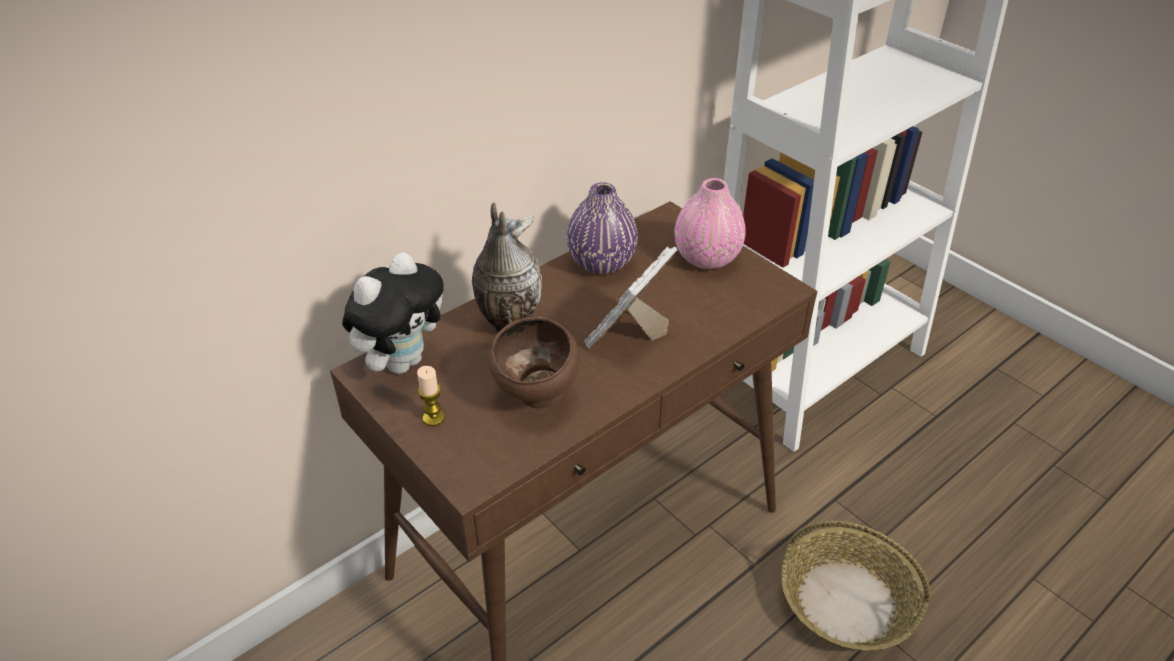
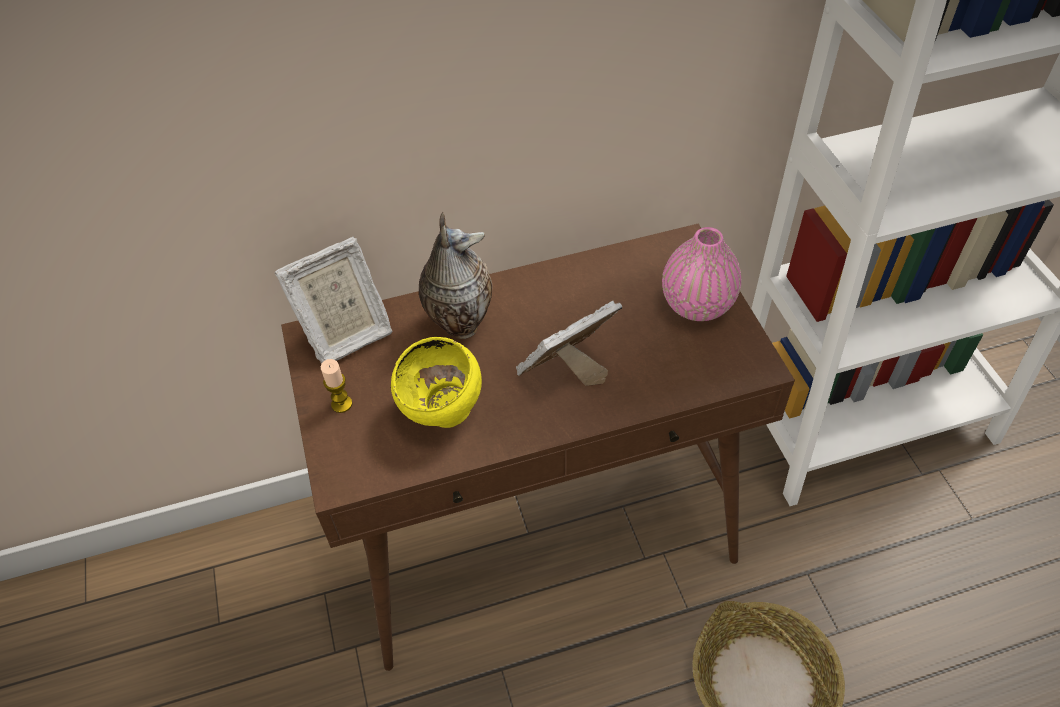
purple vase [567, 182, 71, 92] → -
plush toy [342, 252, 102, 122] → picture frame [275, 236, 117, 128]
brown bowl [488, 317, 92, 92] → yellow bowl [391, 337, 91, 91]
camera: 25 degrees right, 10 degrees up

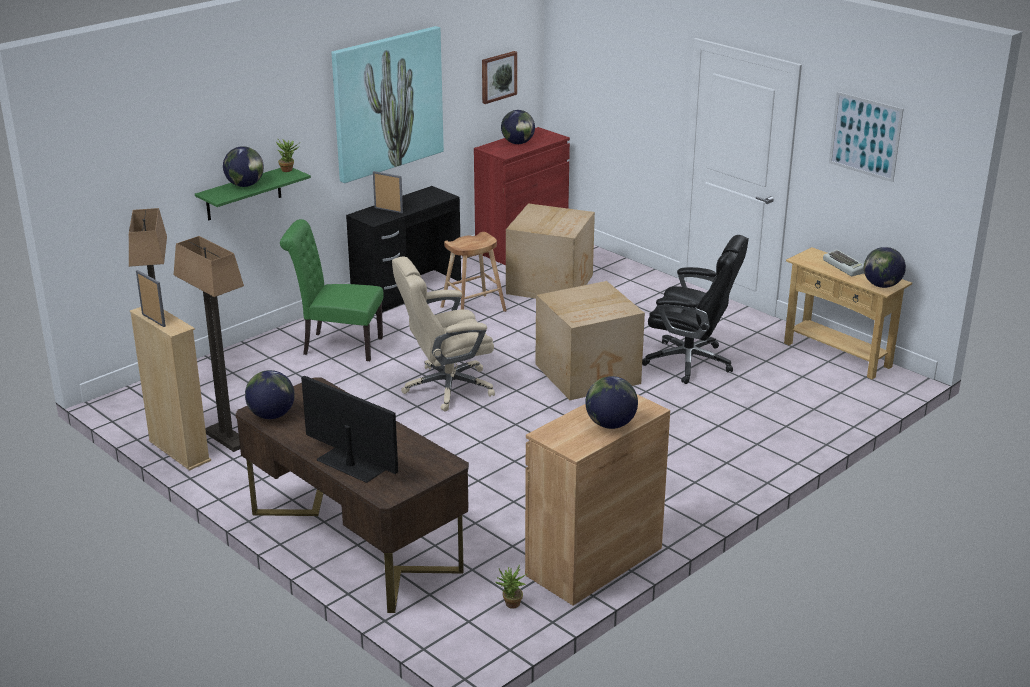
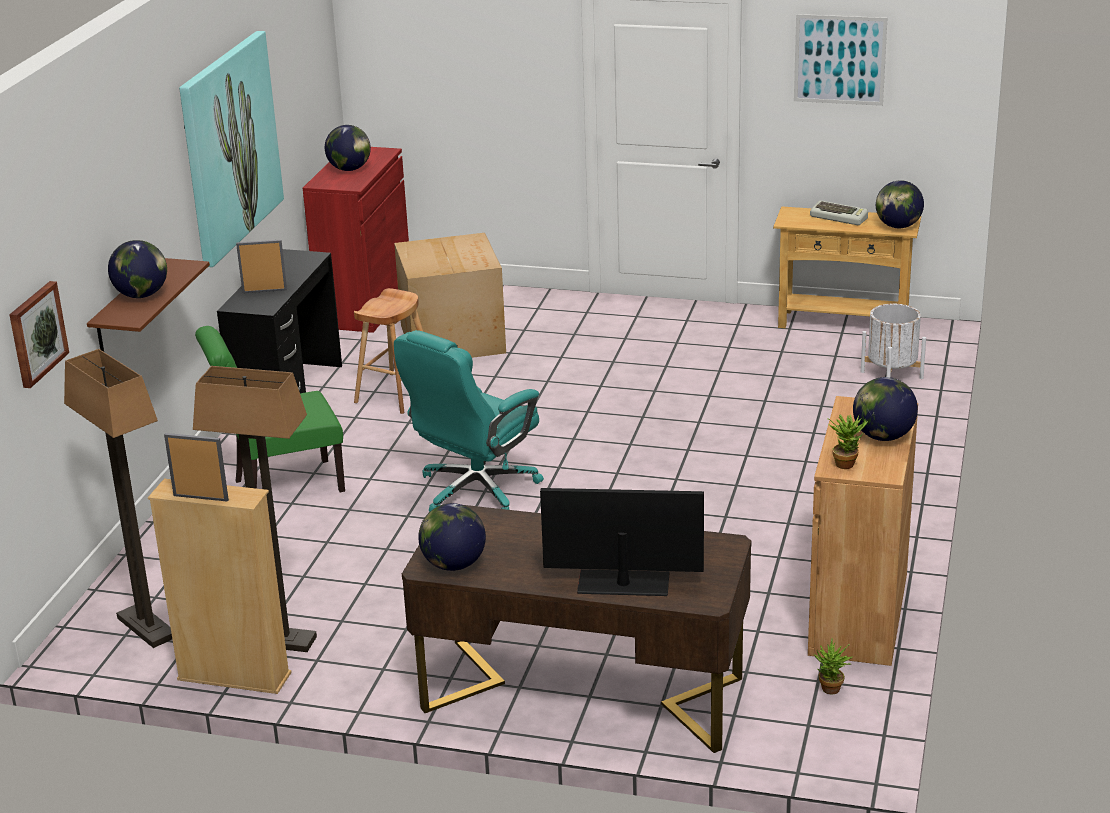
picture [482, 51, 35, 53] → picture [9, 281, 60, 107], relocated
potted plant [275, 139, 25, 33] → potted plant [827, 414, 41, 55], relocated
green shelf [195, 168, 116, 52] → brown shelf [87, 258, 123, 94]
black office chair [642, 235, 107, 149] → -
beige office chair [392, 257, 103, 155] → turquoise office chair [394, 330, 150, 182]
cardboard box [535, 281, 110, 119] → -
- → white planter [861, 304, 65, 75]
camera: 30 degrees left, 0 degrees up

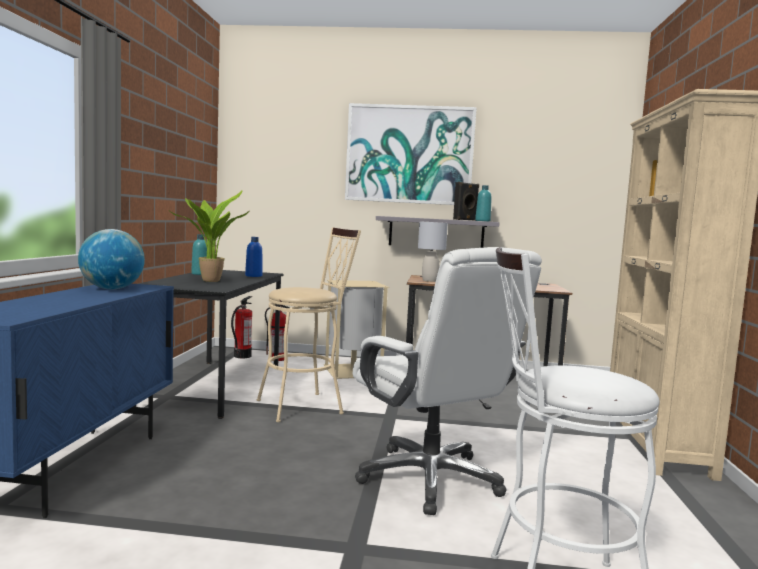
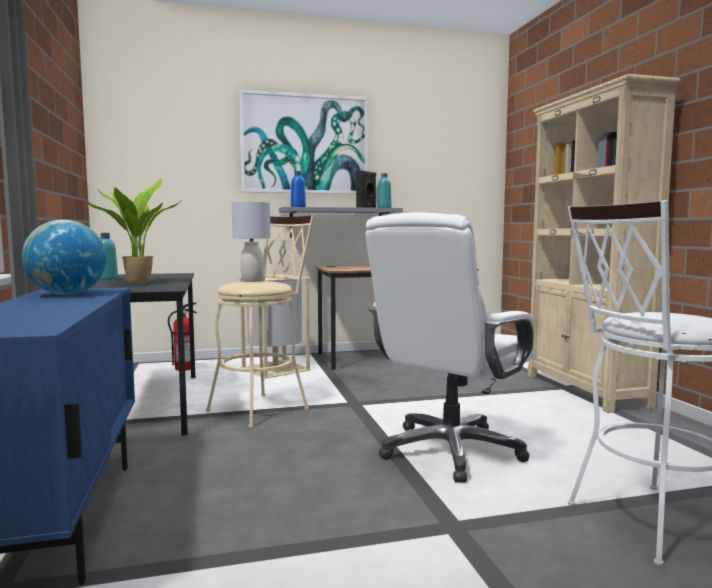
grey table lamp [418, 221, 30, 61] → grey table lamp [232, 202, 39, 80], relocated
blue bottle [245, 237, 18, 40] → blue bottle [291, 171, 15, 36], relocated
white office chair [353, 247, 189, 268] → white office chair [365, 212, 169, 270], 90 degrees clockwise
fire extinguisher [231, 296, 22, 62] → -
camera: 20 degrees left, 0 degrees up

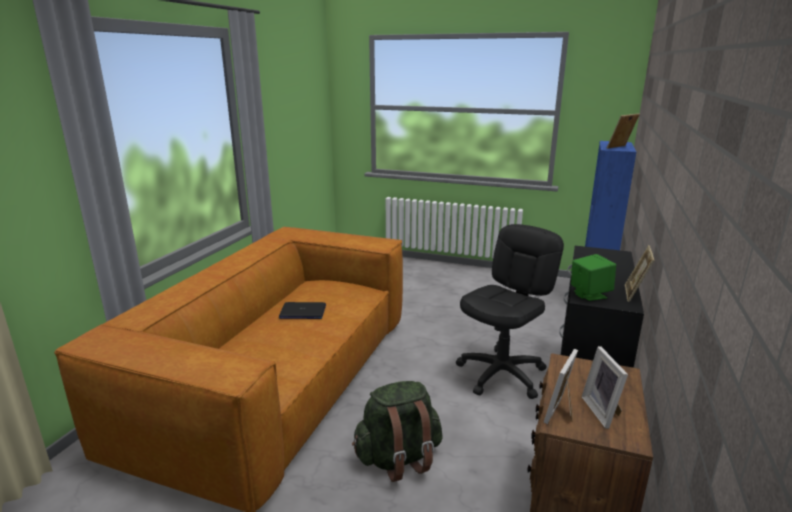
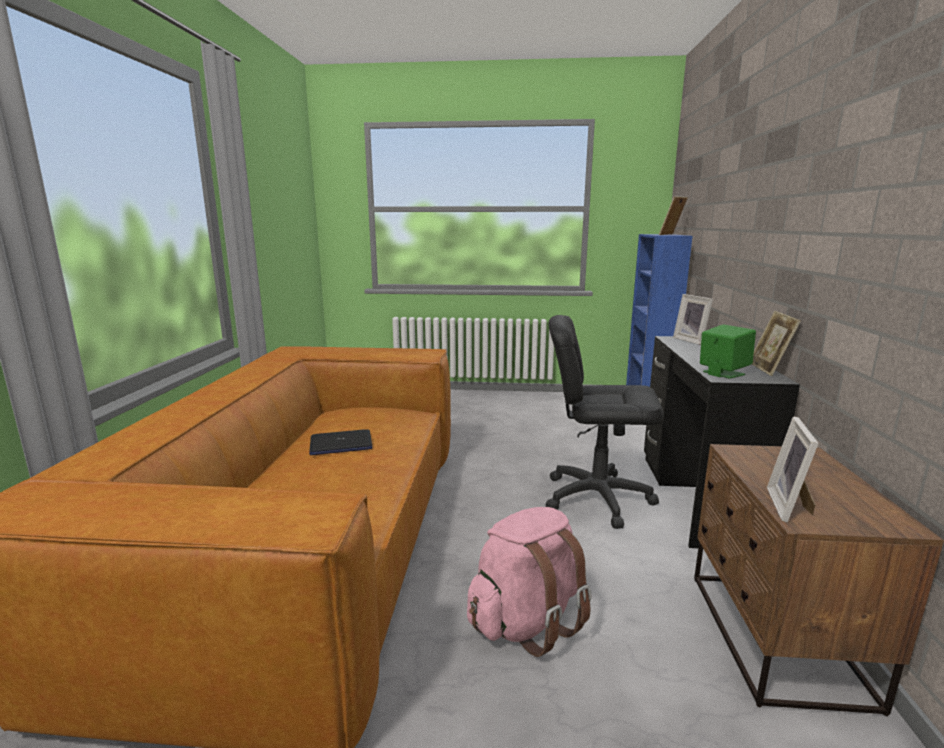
black office chair [456, 224, 108, 175] → black office chair [546, 315, 118, 214], 105 degrees counterclockwise
picture frame [582, 346, 46, 83] → picture frame [673, 294, 40, 51], relocated
green backpack [352, 381, 91, 101] → pink backpack [467, 507, 124, 150]
camera: 15 degrees left, 5 degrees down

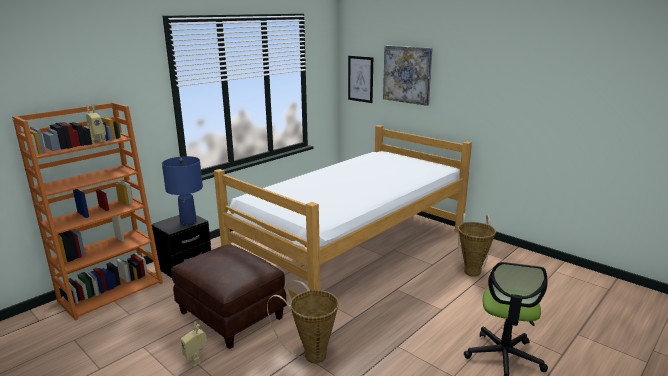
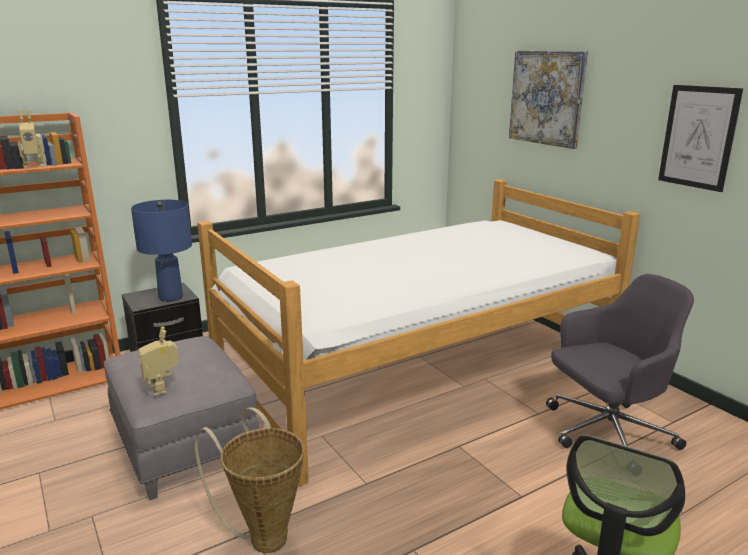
picture [348, 56, 25, 47] → picture [658, 85, 85, 107], relocated
basket [458, 213, 38, 64] → grey office chair [546, 274, 148, 176]
brown ottoman [171, 244, 116, 105] → grey ottoman [104, 336, 156, 165]
toy robot [181, 322, 26, 45] → toy robot [138, 327, 41, 69], relocated
camera: 15 degrees right, 0 degrees up

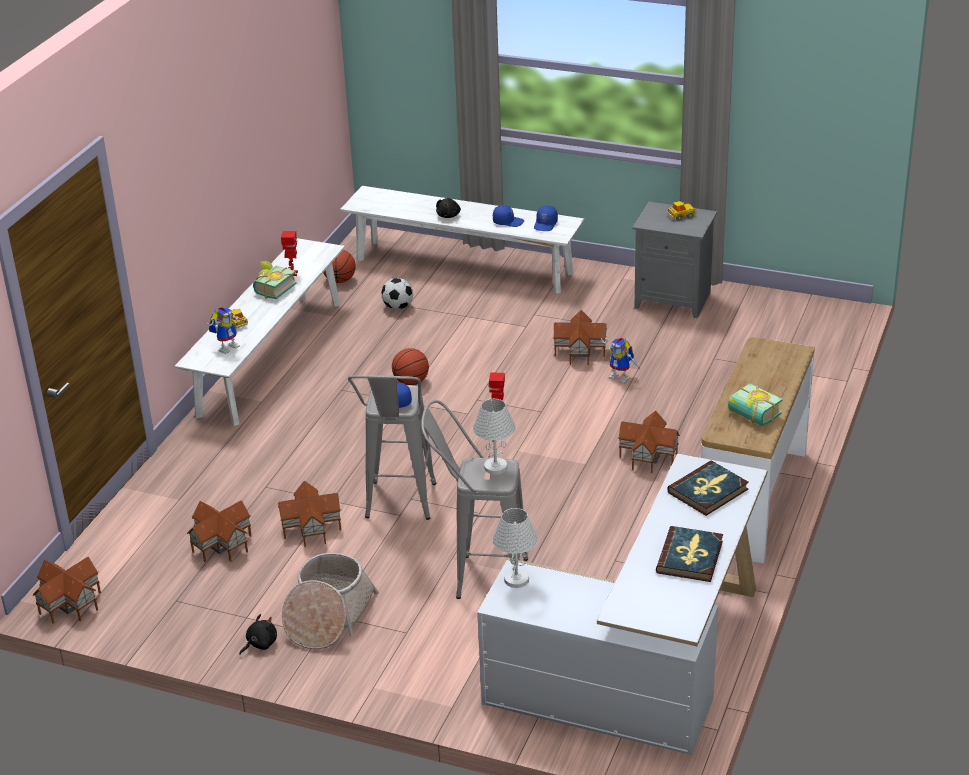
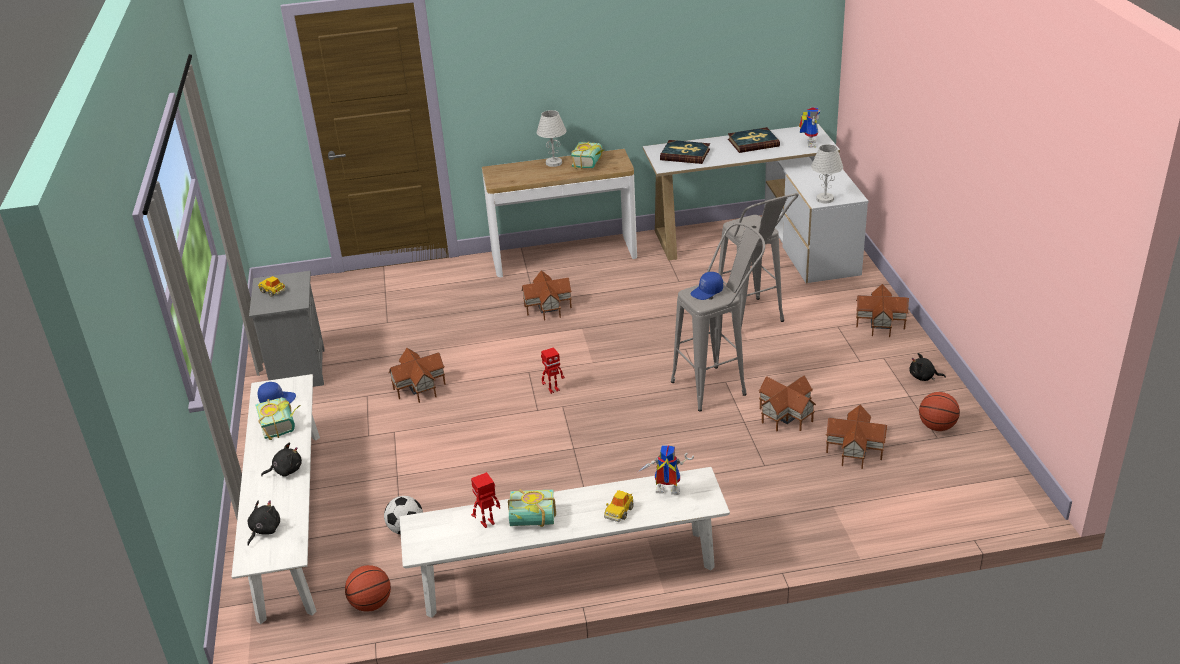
blue cap [493, 205, 31, 22] → book [255, 397, 45, 43]
toy robot [601, 338, 39, 45] → toy robot [799, 107, 21, 41], relocated
basketball [392, 348, 37, 37] → basketball [919, 392, 41, 39], relocated
white table lamp [473, 399, 43, 75] → white table lamp [537, 110, 30, 57], relocated
basket [282, 553, 97, 97] → -
toy house [33, 557, 68, 67] → toy house [856, 284, 53, 53], relocated
- → black plush toy [247, 500, 33, 46]
camera: 120 degrees left, 0 degrees up

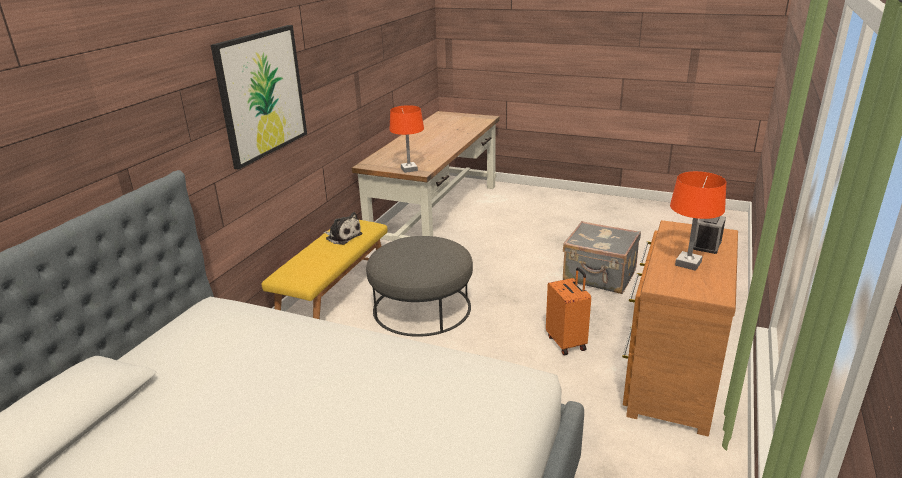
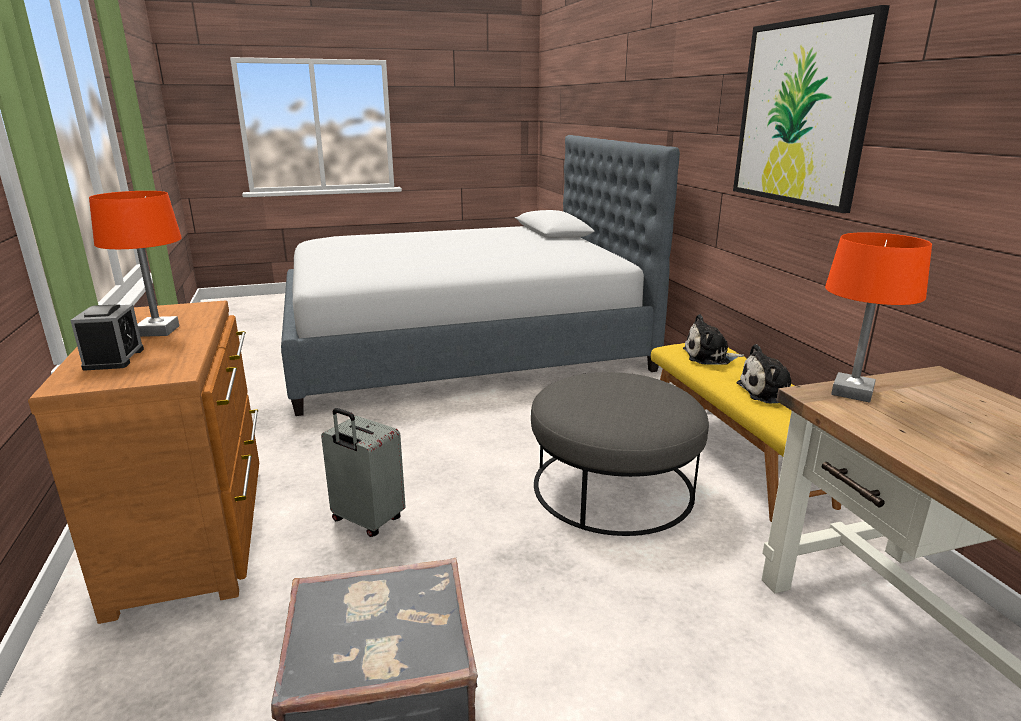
orange suitcase [546, 267, 45, 88] → grey suitcase [321, 408, 84, 129]
- → plush toy [683, 314, 61, 51]
camera: 140 degrees right, 5 degrees down

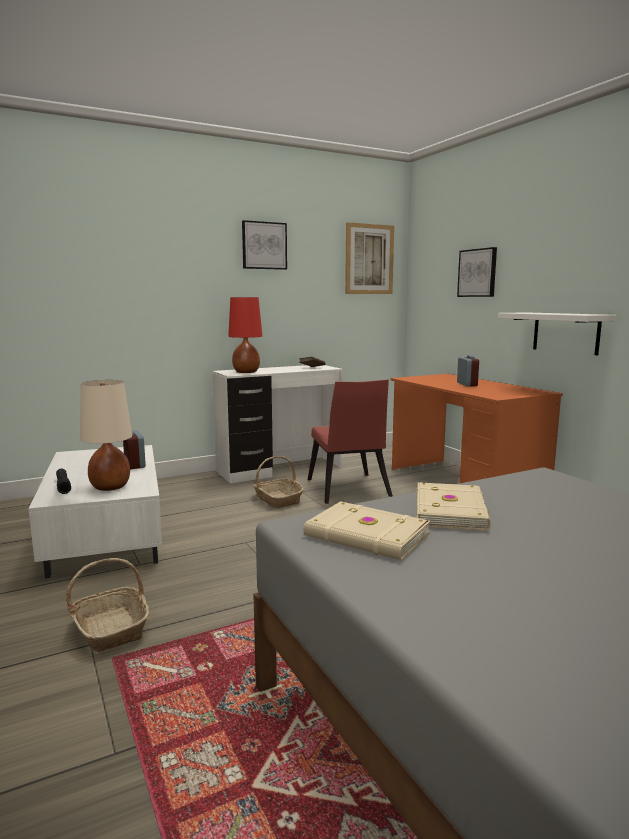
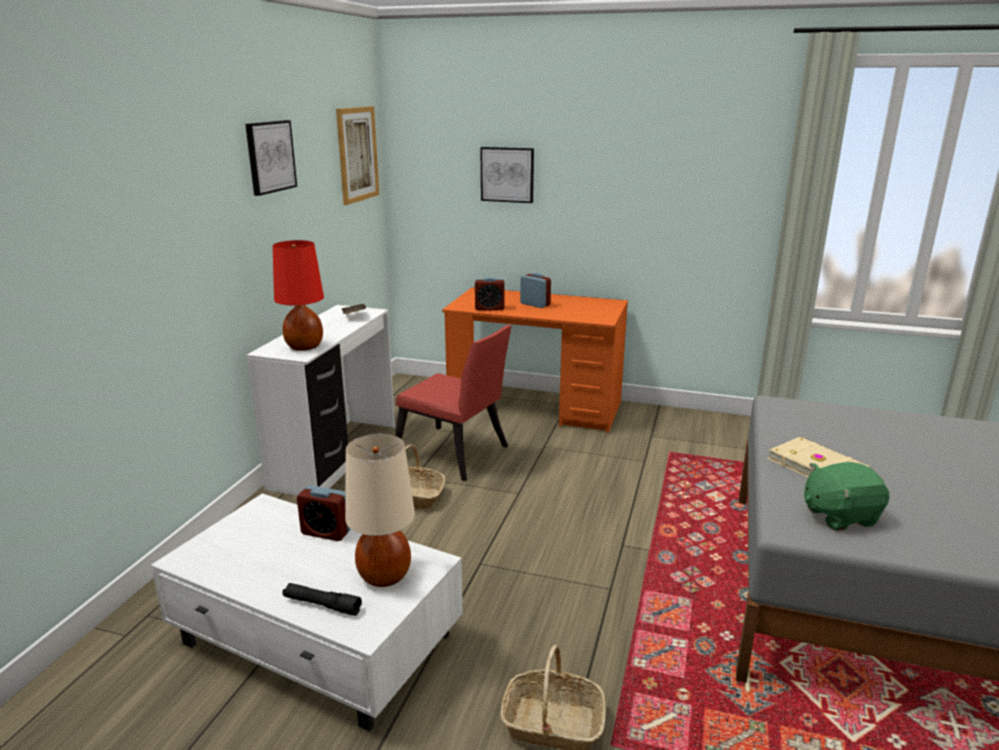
white shelf [498, 312, 119, 44] → -
beige book [303, 501, 128, 59] → green plush toy [804, 462, 85, 69]
- → alarm clock [475, 277, 30, 33]
camera: 45 degrees left, 10 degrees up

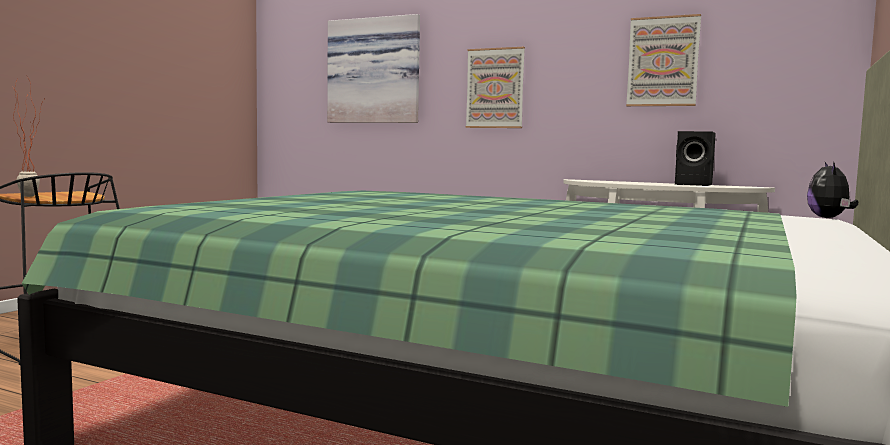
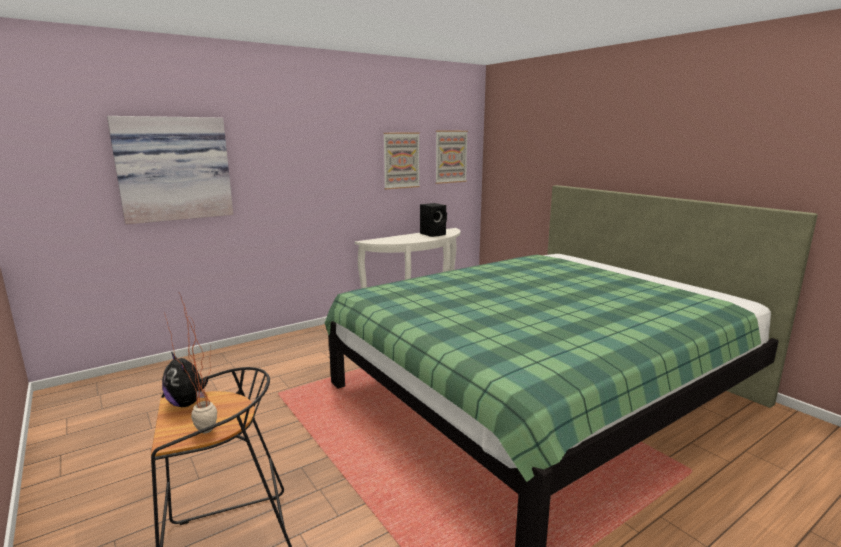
picture [465, 47, 60, 81] → picture [435, 131, 33, 53], relocated
plush toy [807, 162, 51, 56] → plush toy [162, 352, 46, 55], relocated
camera: 60 degrees left, 10 degrees up

